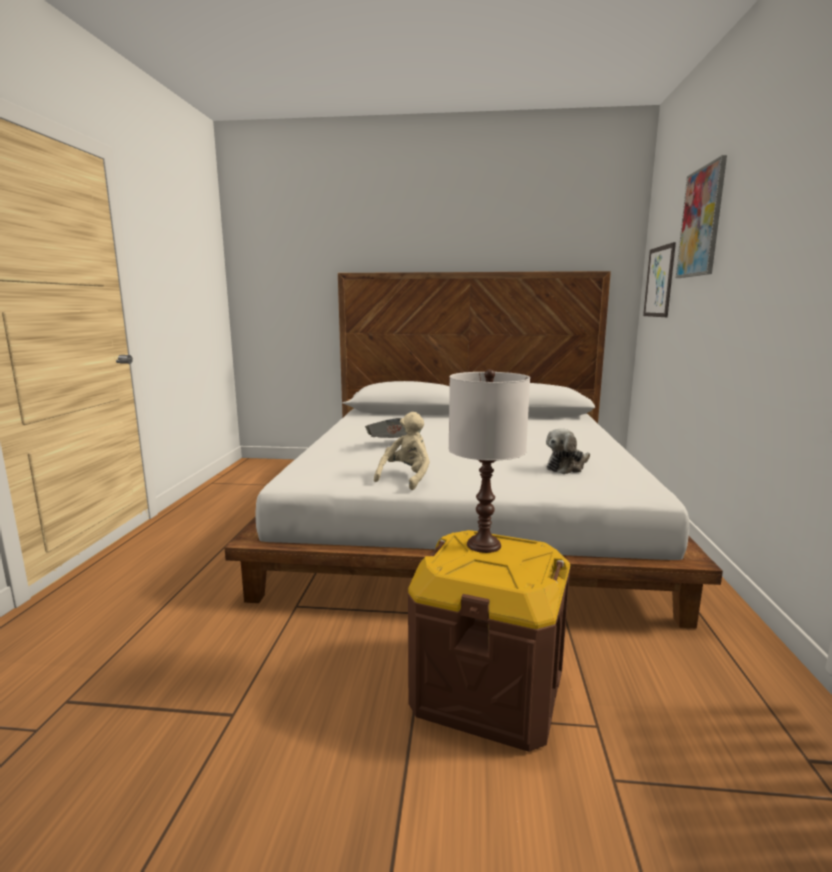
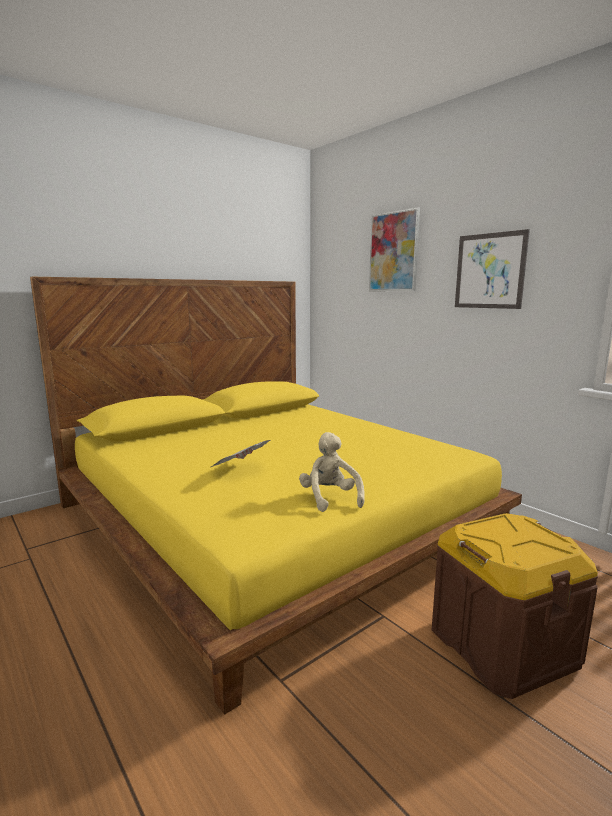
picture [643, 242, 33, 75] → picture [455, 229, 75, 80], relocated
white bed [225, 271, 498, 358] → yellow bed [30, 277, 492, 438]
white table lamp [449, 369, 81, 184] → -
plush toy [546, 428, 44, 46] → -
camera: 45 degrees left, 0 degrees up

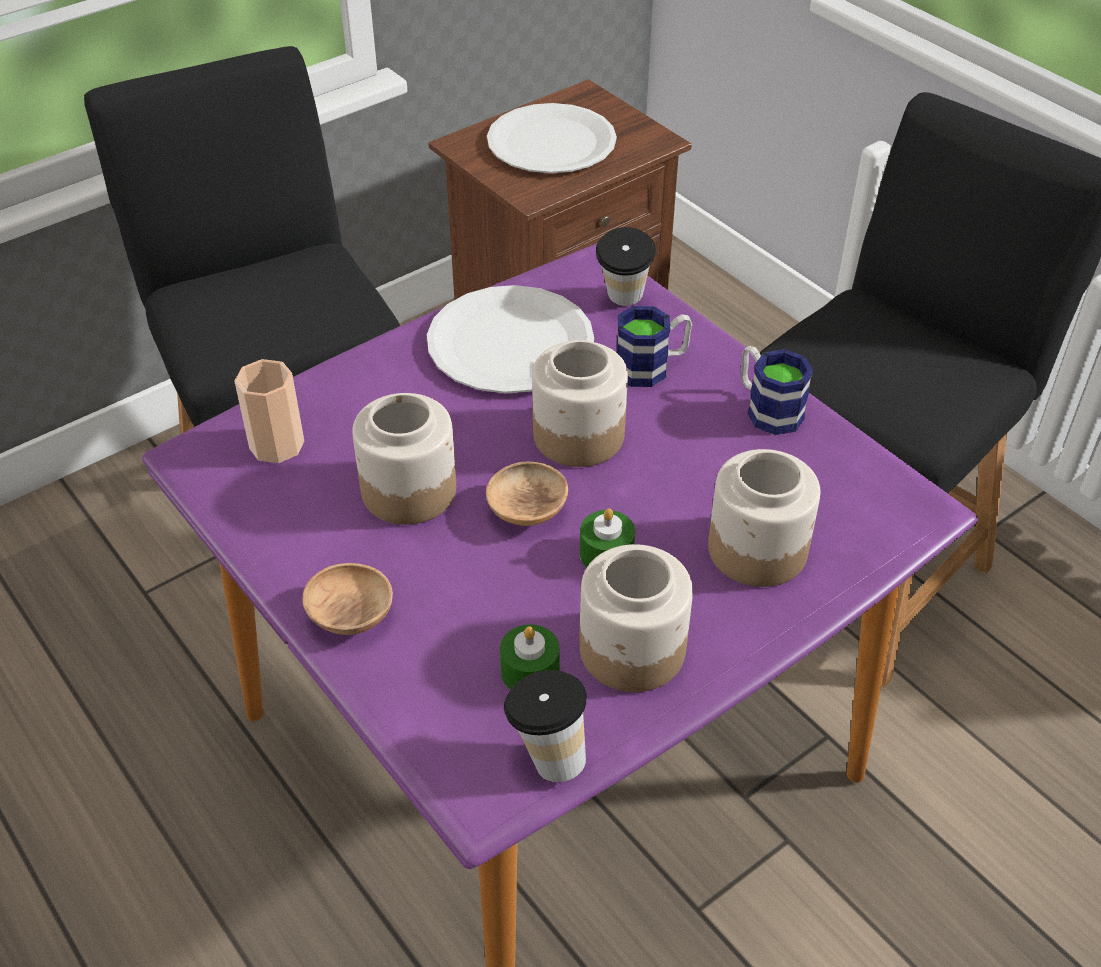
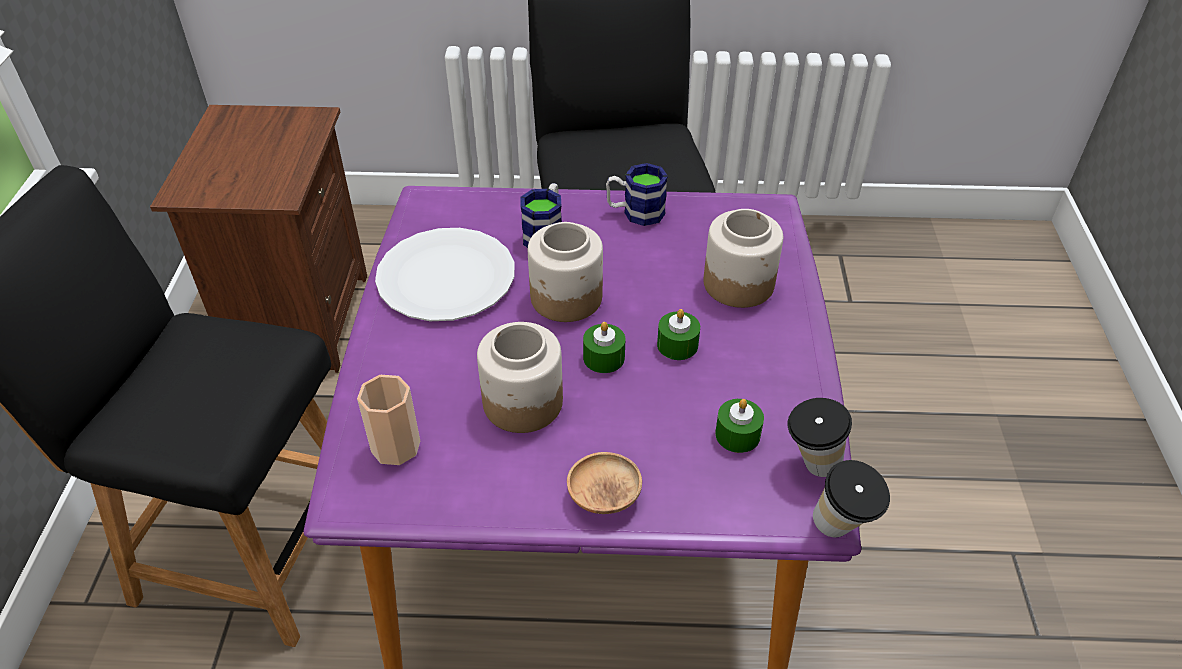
white plate [487, 103, 130, 70] → -
cup [596, 227, 60, 79] → cup [813, 460, 77, 78], relocated
brown bowl [486, 462, 82, 64] → green candle [583, 322, 42, 51]
jar [579, 544, 114, 148] → -
camera: 50 degrees left, 0 degrees up

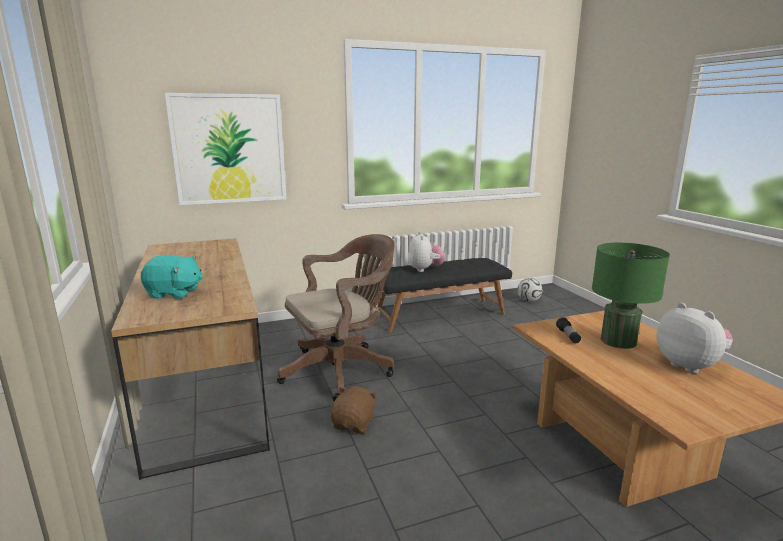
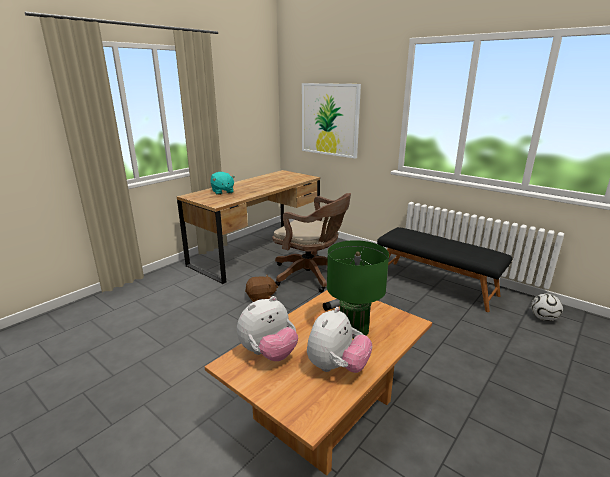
plush toy [408, 232, 37, 40] → plush toy [237, 296, 61, 65], relocated
camera: 60 degrees right, 5 degrees up

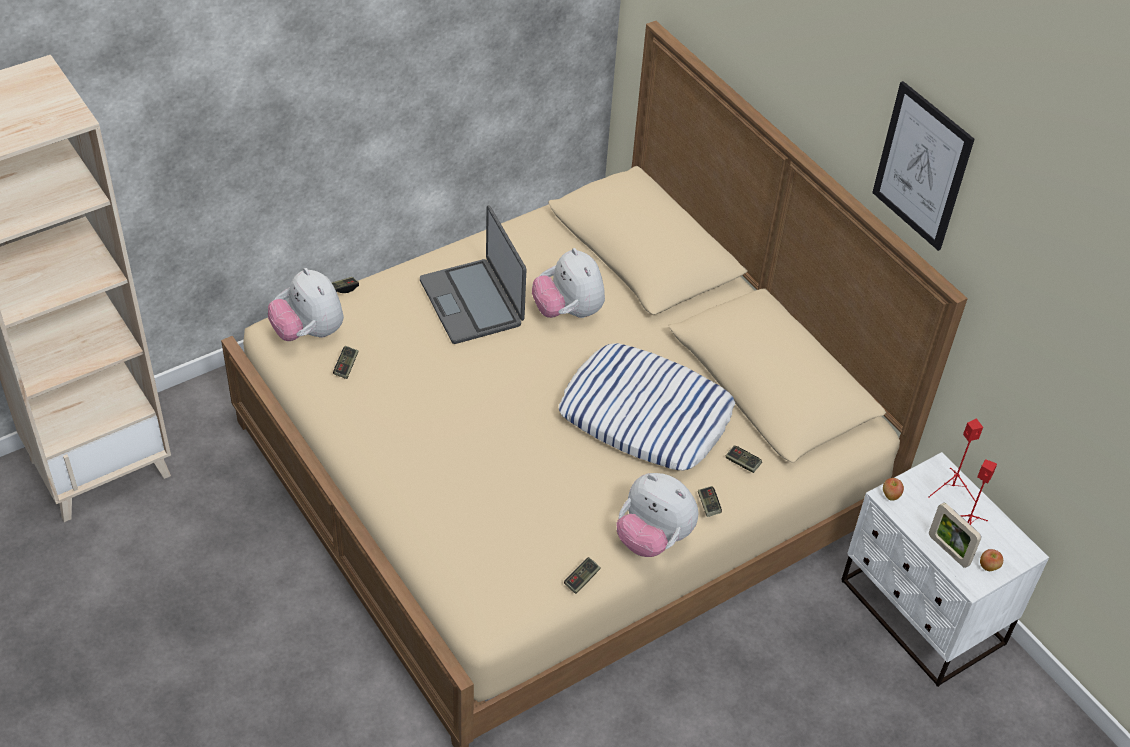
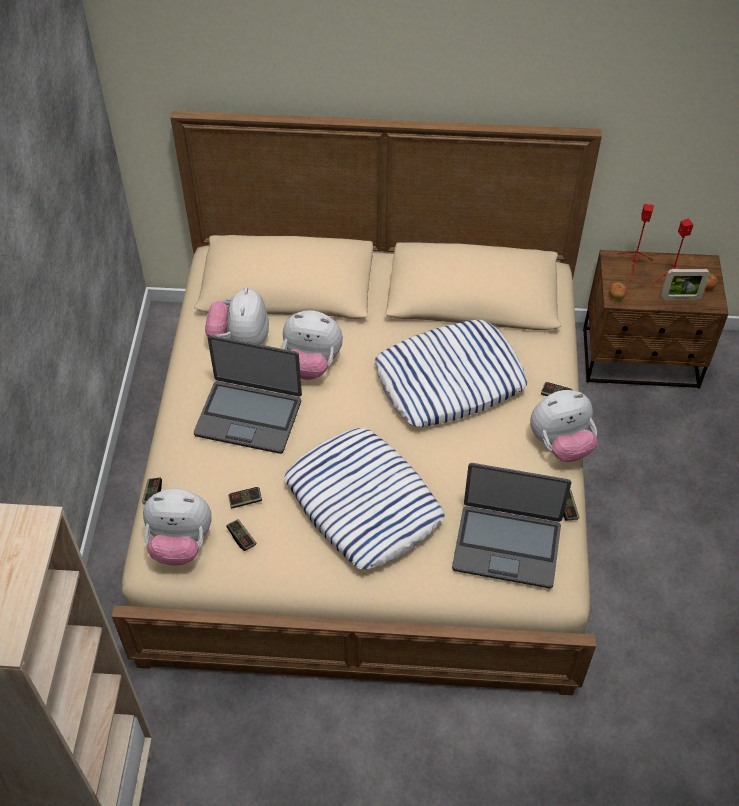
picture [872, 81, 102, 170] → -
game controller [726, 445, 36, 28] → game controller [228, 487, 34, 21], relocated
white nightstand [841, 452, 208, 235] → brown nightstand [583, 250, 145, 138]
- → plush toy [205, 287, 64, 58]
- → pillow [284, 428, 160, 141]
- → laptop [452, 463, 119, 125]
camera: 50 degrees left, 5 degrees up

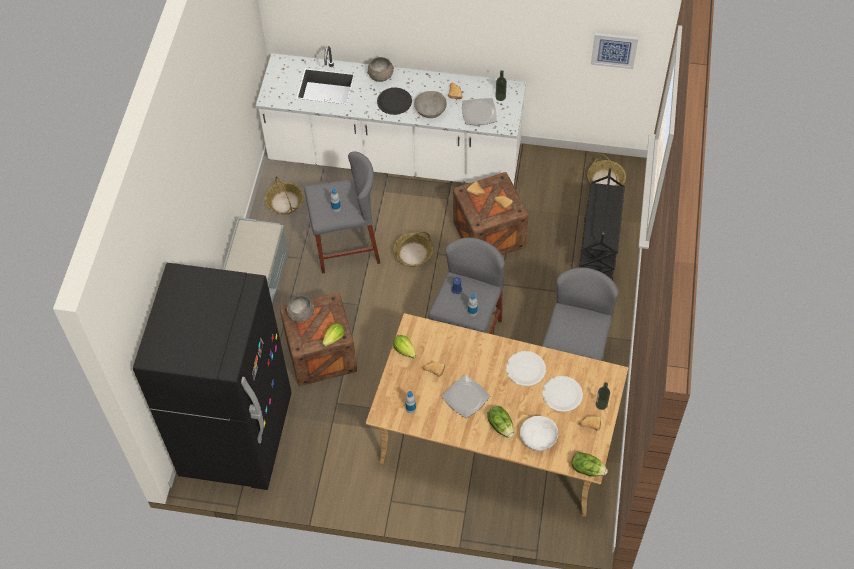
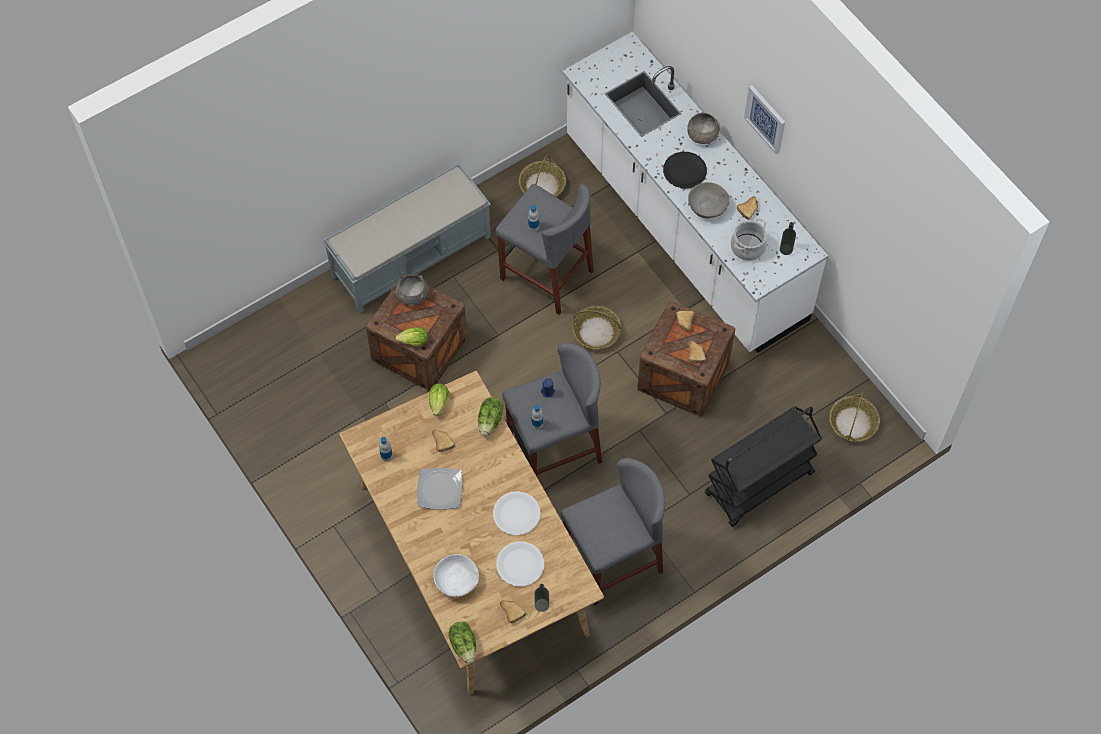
picture [591, 33, 48, 36] → picture [744, 85, 41, 70], relocated
plate [462, 98, 34, 27] → cooking pot [730, 219, 37, 42]
black fridge [133, 263, 159, 227] → -
lettuce [487, 406, 27, 32] → lettuce [478, 397, 25, 39], relocated
camera: 45 degrees right, 5 degrees up

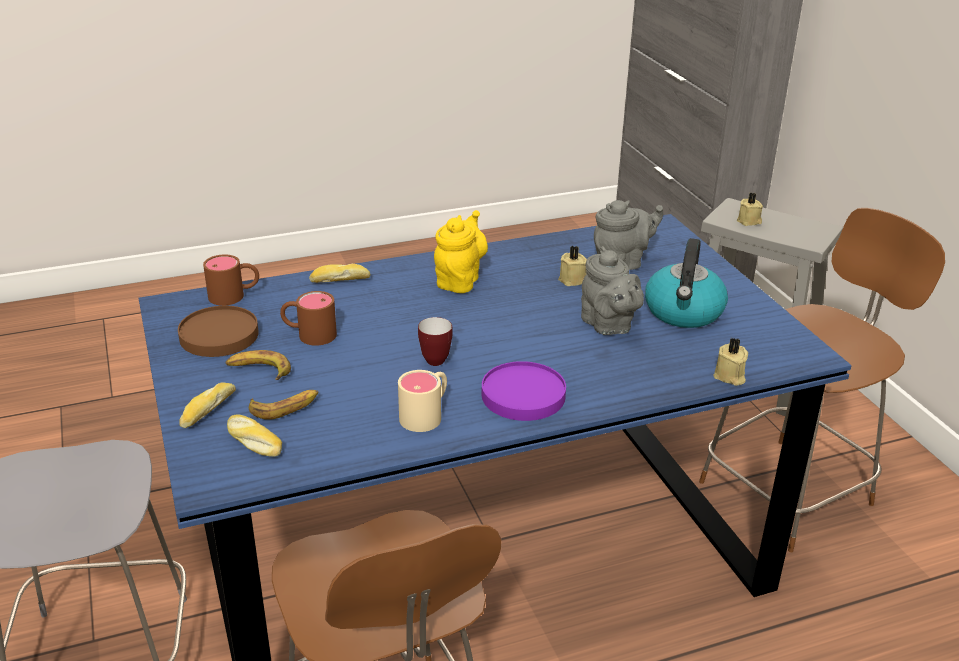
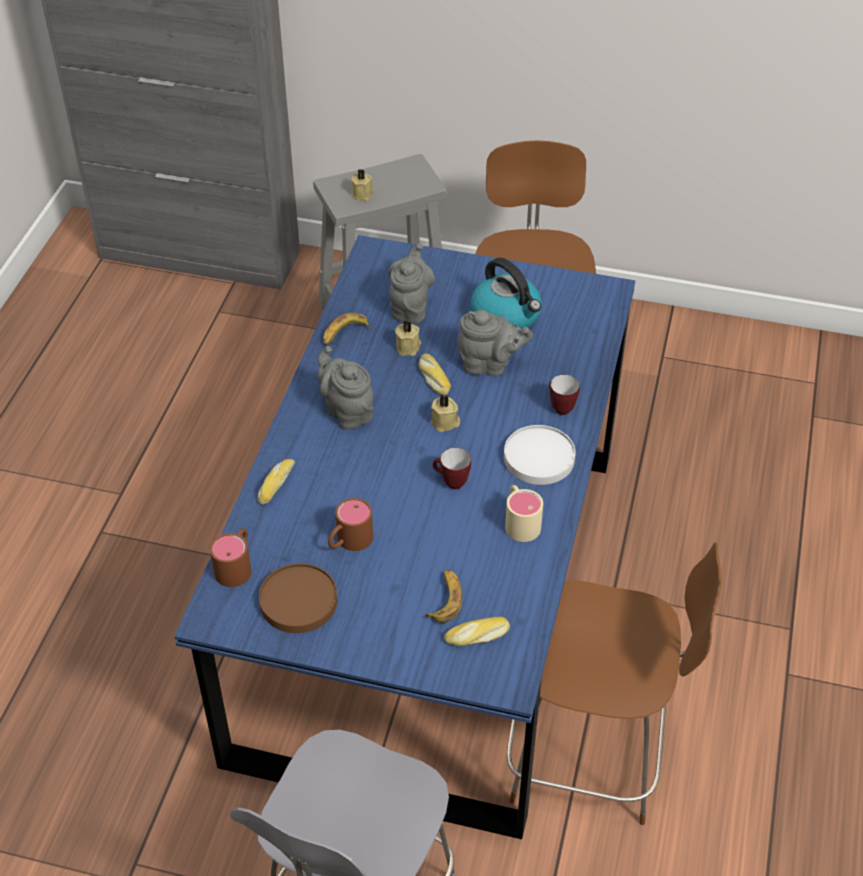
yellow teapot [434, 210, 54, 83] → grey teapot [317, 346, 57, 84]
beige candle [713, 338, 35, 48] → beige candle [430, 395, 30, 37], relocated
banana [226, 350, 65, 30] → banana [323, 313, 47, 32], relocated
purple plate [482, 361, 84, 60] → white plate [504, 425, 71, 60]
bread [179, 382, 57, 46] → bread [419, 354, 32, 41], relocated
- → mug [549, 375, 31, 40]
camera: 55 degrees left, 15 degrees up

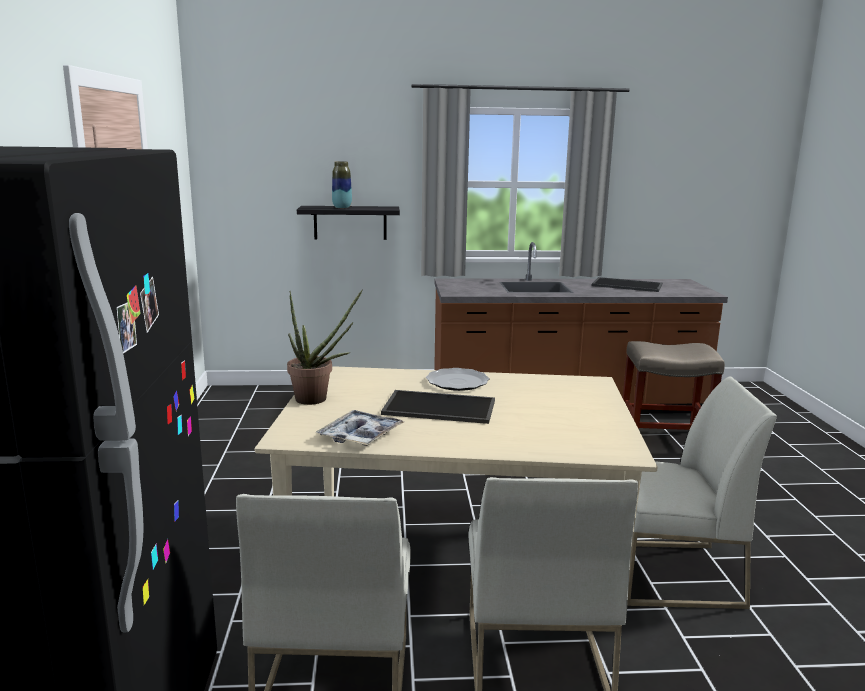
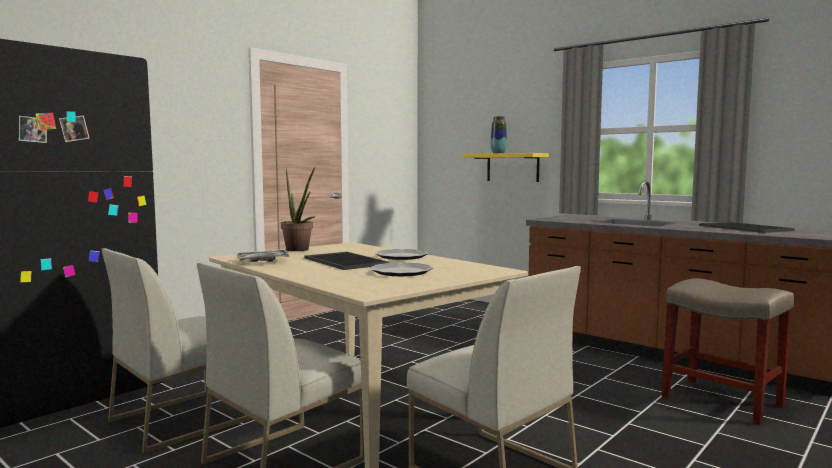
black shelf [297, 206, 103, 34] → yellow shelf [462, 153, 87, 29]
- → plate [370, 262, 63, 14]
camera: 45 degrees right, 10 degrees down

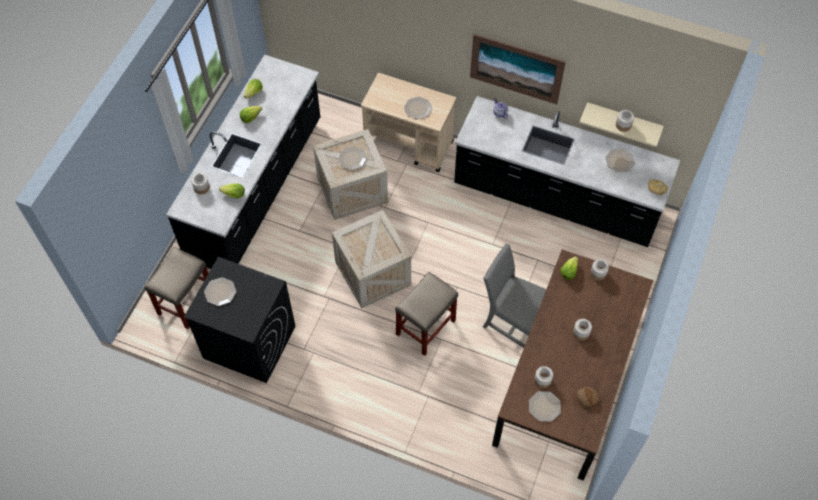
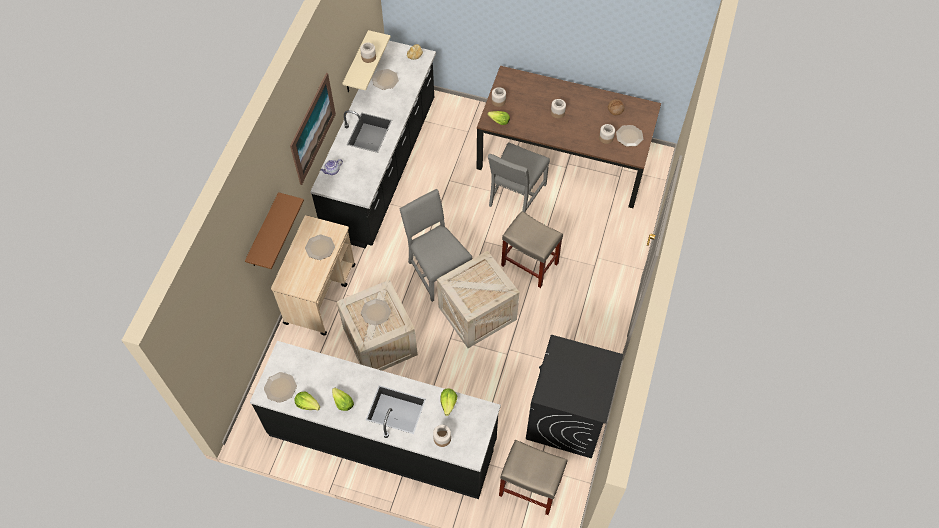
plate [204, 277, 32, 29] → plate [264, 372, 33, 31], relocated
- → grey chair [399, 189, 73, 113]
- → brown shelf [245, 192, 59, 77]
camera: 95 degrees left, 0 degrees up

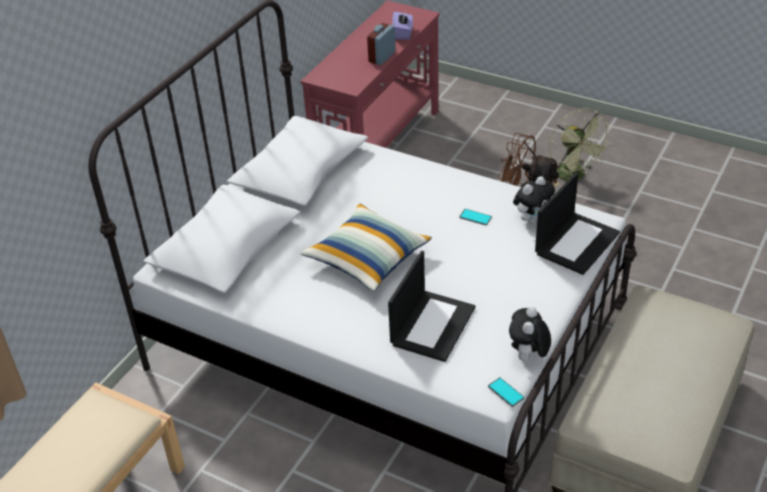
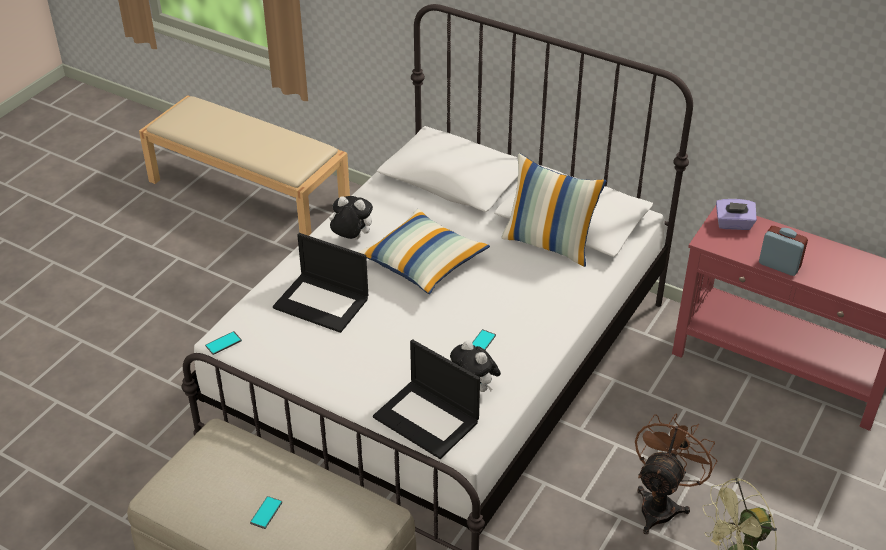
purple tissue box [392, 11, 21, 29] → purple tissue box [716, 199, 41, 31], relocated
plush toy [509, 307, 42, 54] → plush toy [329, 196, 44, 43], relocated
- → pillow [502, 153, 104, 114]
- → phone [250, 496, 32, 33]
camera: 90 degrees right, 0 degrees up

